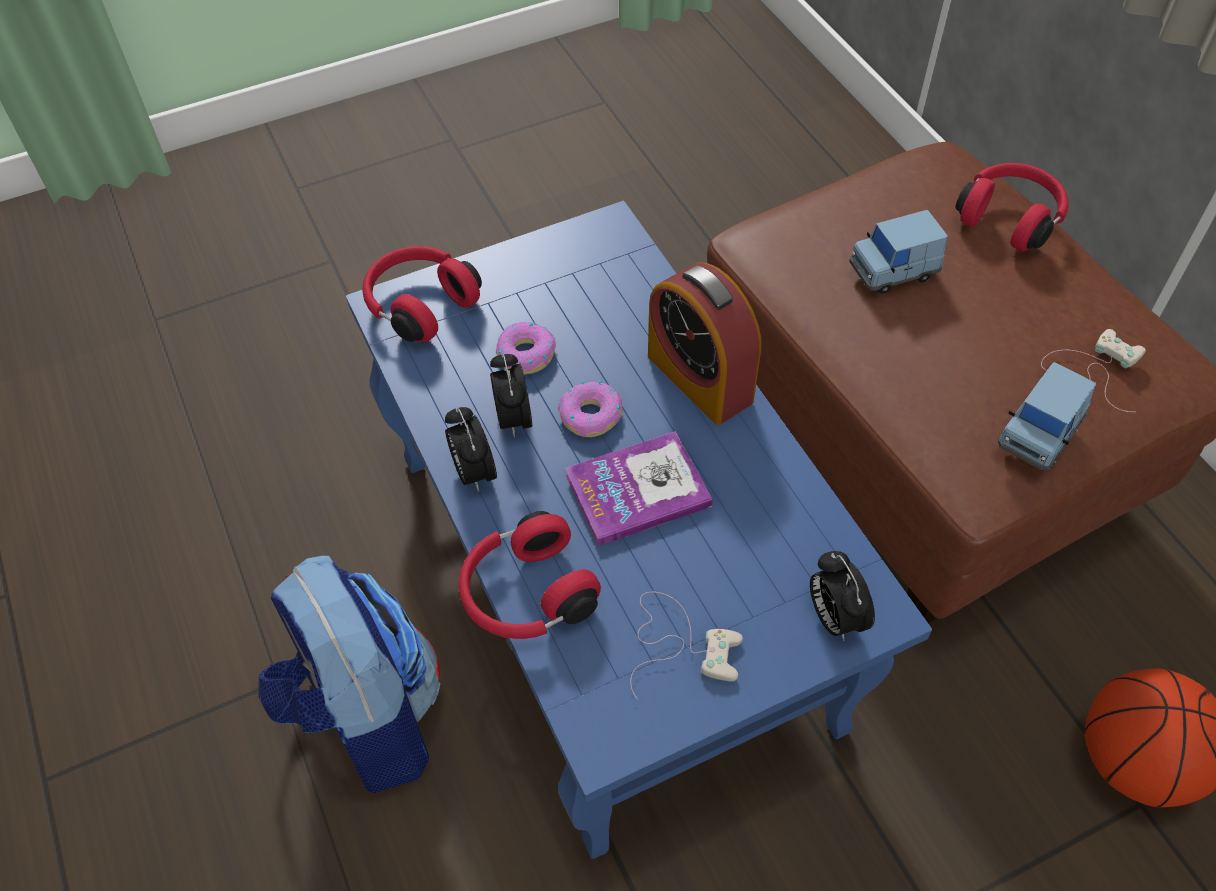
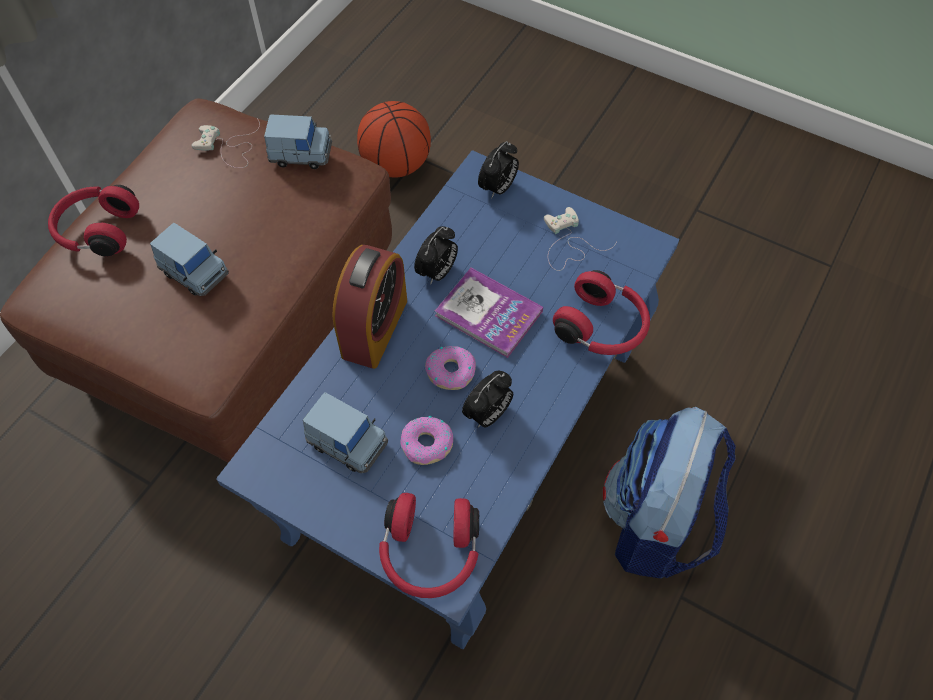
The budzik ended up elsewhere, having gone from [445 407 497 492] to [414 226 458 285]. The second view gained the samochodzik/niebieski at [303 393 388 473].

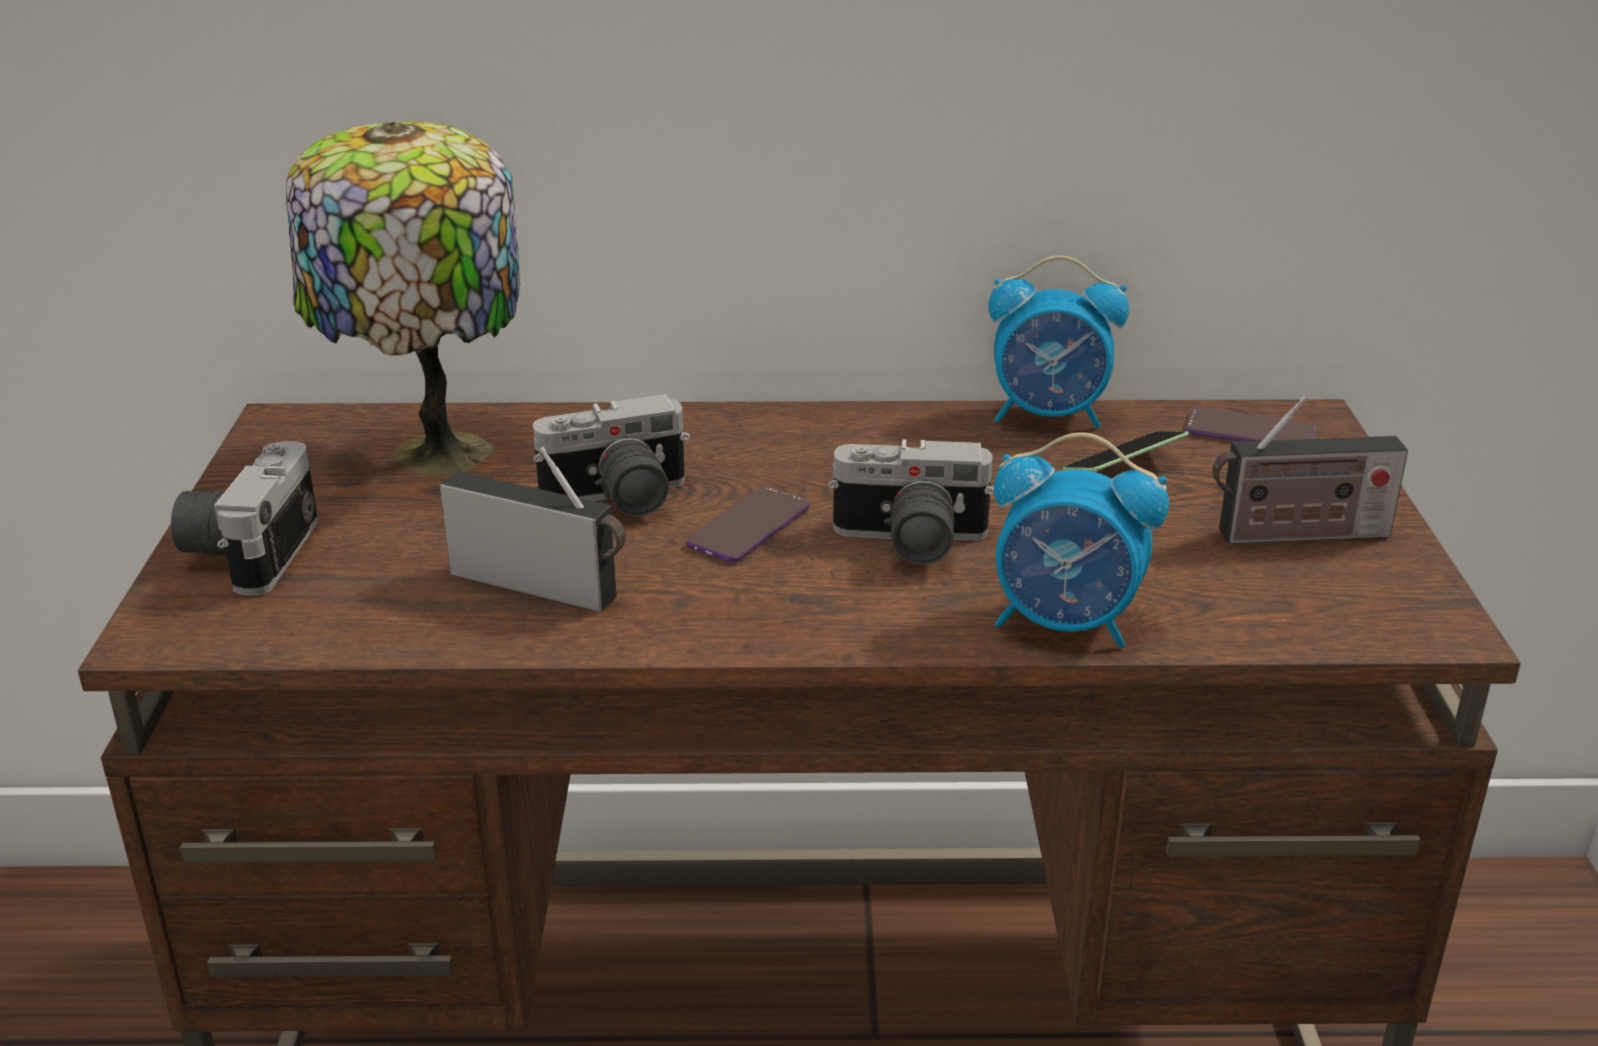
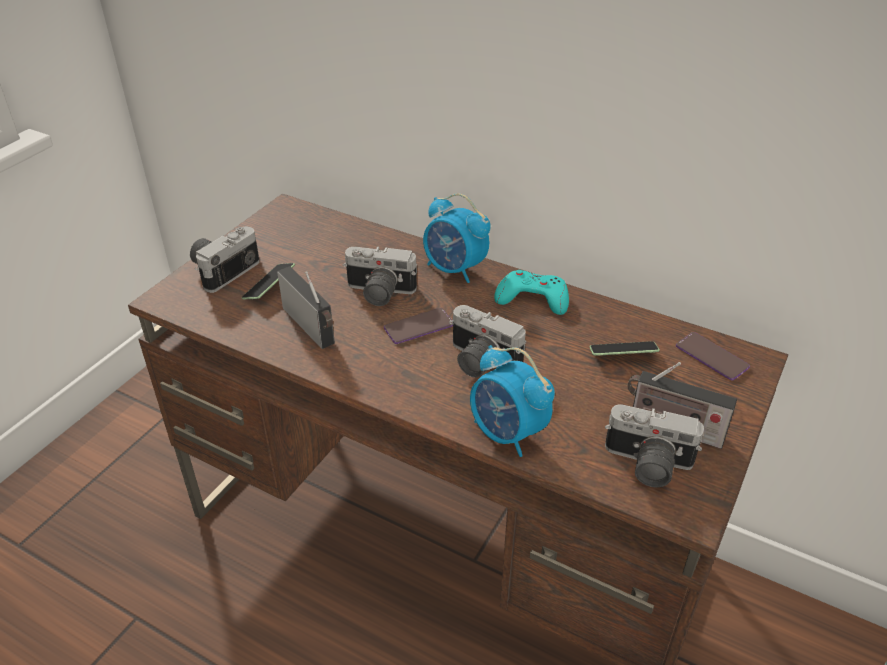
The second view lost the lampa stołowa at [286 121 520 477]. The budzik ended up elsewhere, having gone from [988 255 1129 428] to [423 193 491 283]. The second view gained the telefon at [242 263 295 299]. The second view gained the pad do gier/turkusowy at [494 270 569 315]. The second view gained the aparat fotograficzny at [605 405 704 487].

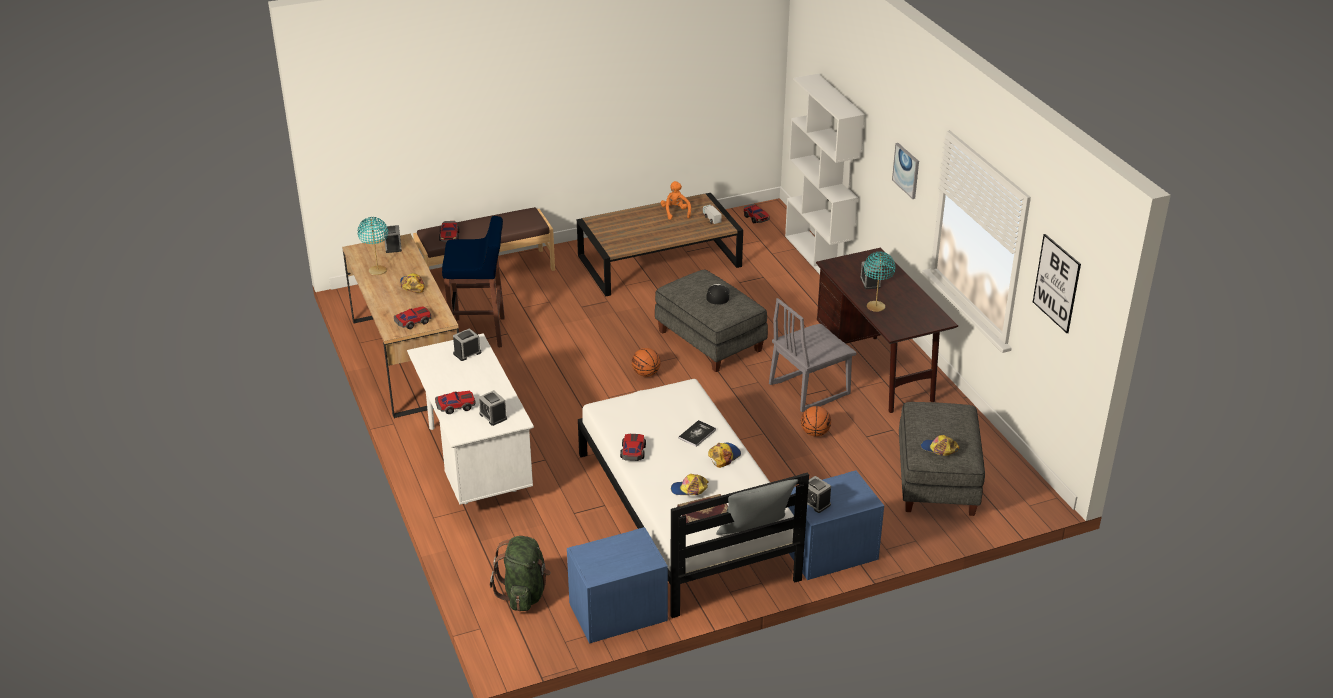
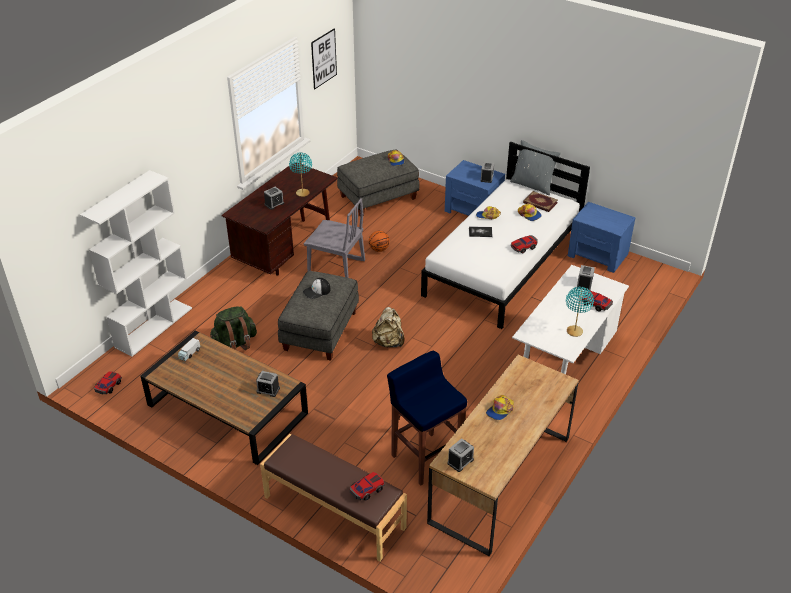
The lampa stołowa/turkusowy ended up elsewhere, having gone from [357 217 388 275] to [566 287 594 337]. The second view lost the samochodzik at [394 306 431 329]. The budzik ended up elsewhere, having gone from [453 328 481 361] to [256 371 280 397]. The plecak/zielony ended up elsewhere, having gone from [490 536 551 611] to [210 306 257 350]. Where the piłka do koszykówki stood at [632 348 661 377], the plecak/beżowy came to stand at [372 307 404 347]. The second view lost the pluszak/pomarańczowy at [661 181 691 220]. The second view lost the obraz at [892 143 919 199].

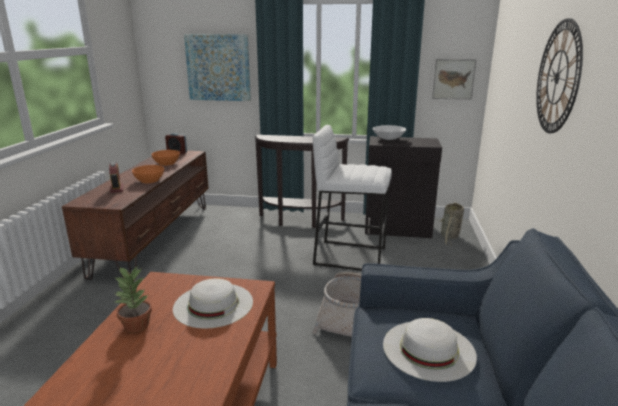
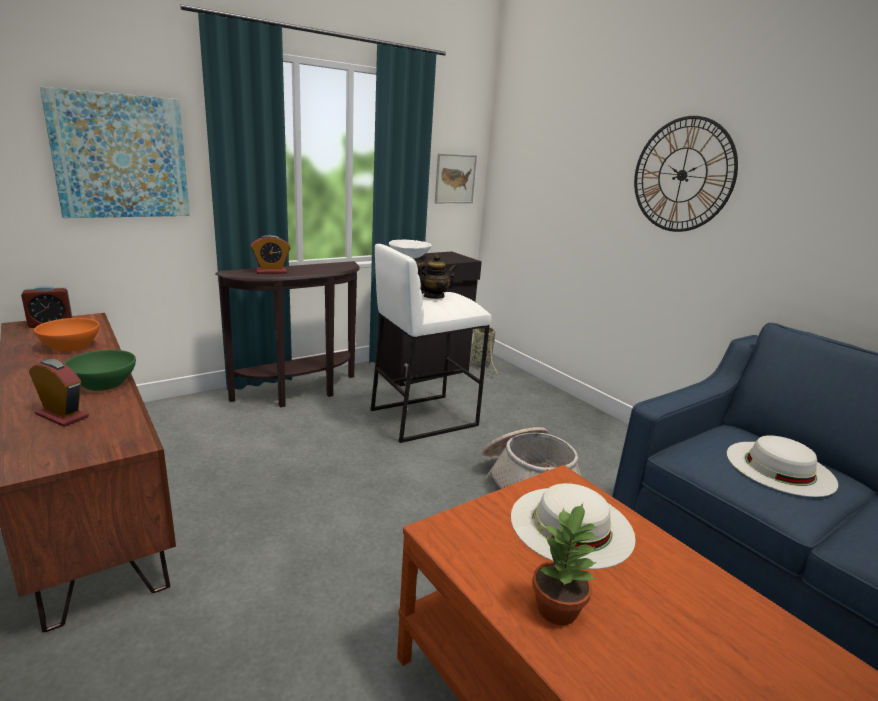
What was the miska/pomarańczowy at [132 165 164 183] turned into the miska/zielony at [64 350 136 391]. The second view gained the budzik at [251 235 290 274]. The second view gained the imbryk at [417 254 457 299].

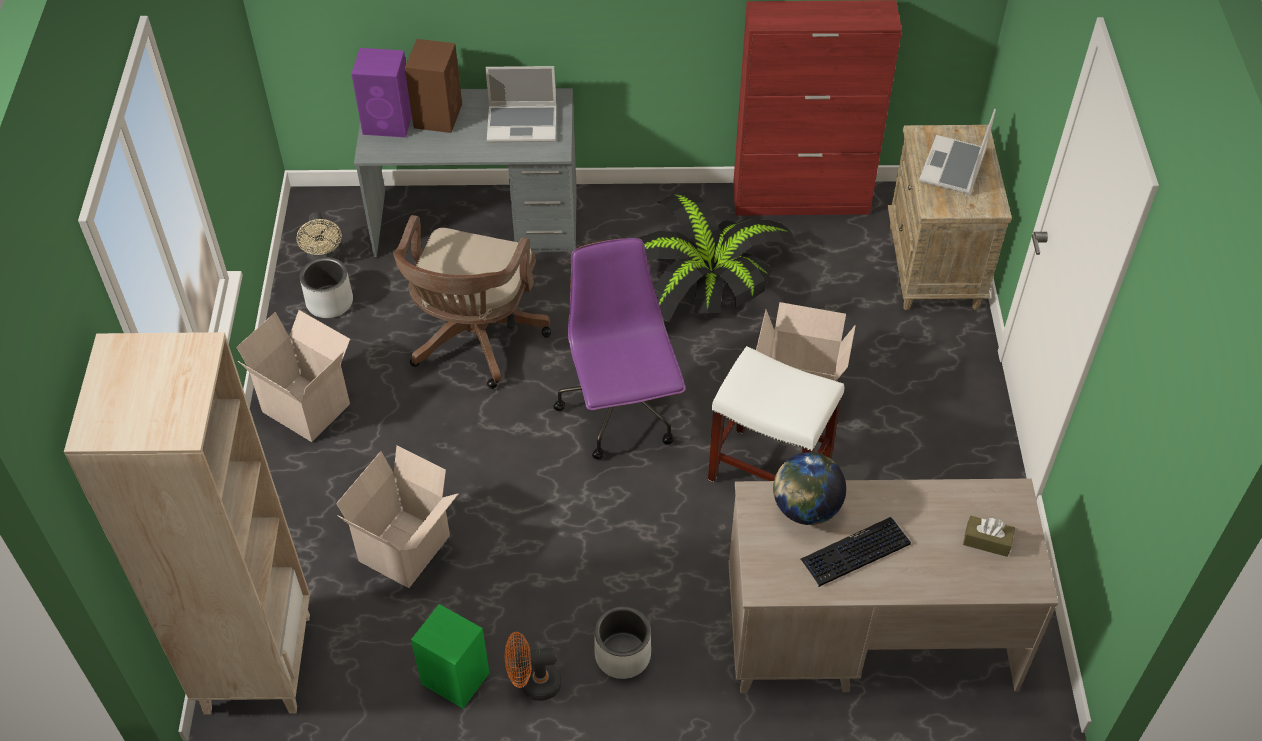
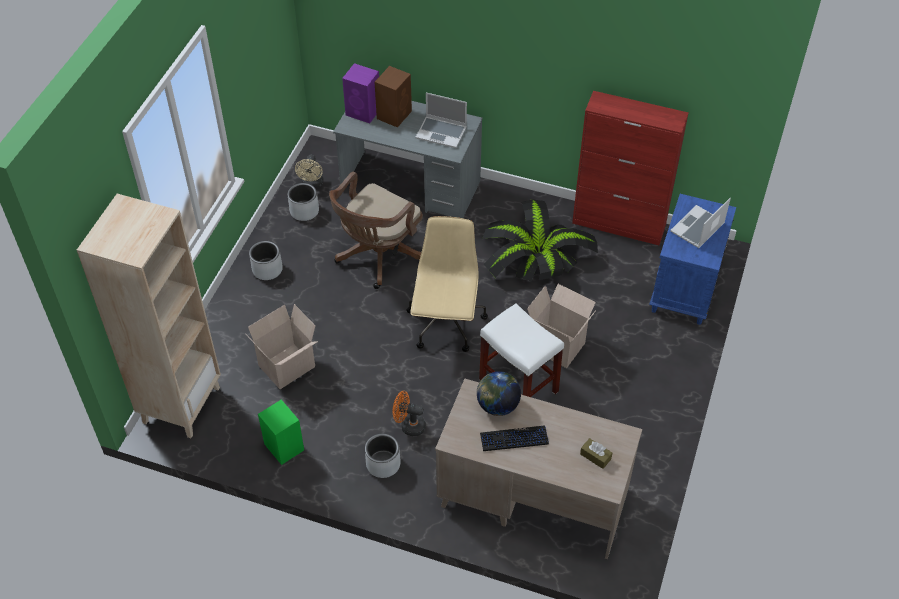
Where the karton stood at [237 310 350 442], the donica/szary came to stand at [249 241 283 280]. The wentylator/pomarańczowy ended up elsewhere, having gone from [505 632 562 701] to [393 391 426 436]. What was the krzesło biurowe/fioletowy at [553 238 686 460] turned into the krzesło biurowe/beżowy at [406 216 488 352]. What was the szafka nocna/beżowy at [888 125 1012 310] turned into the szafka nocna/niebieski at [649 194 736 325].

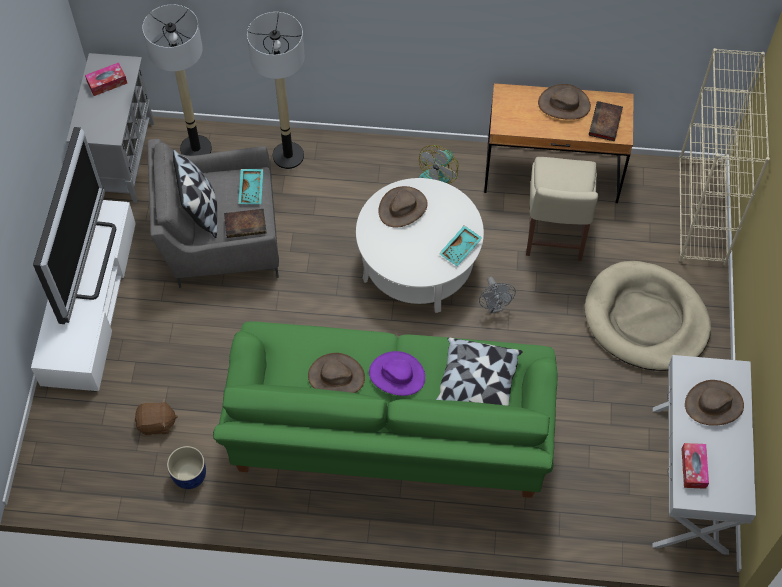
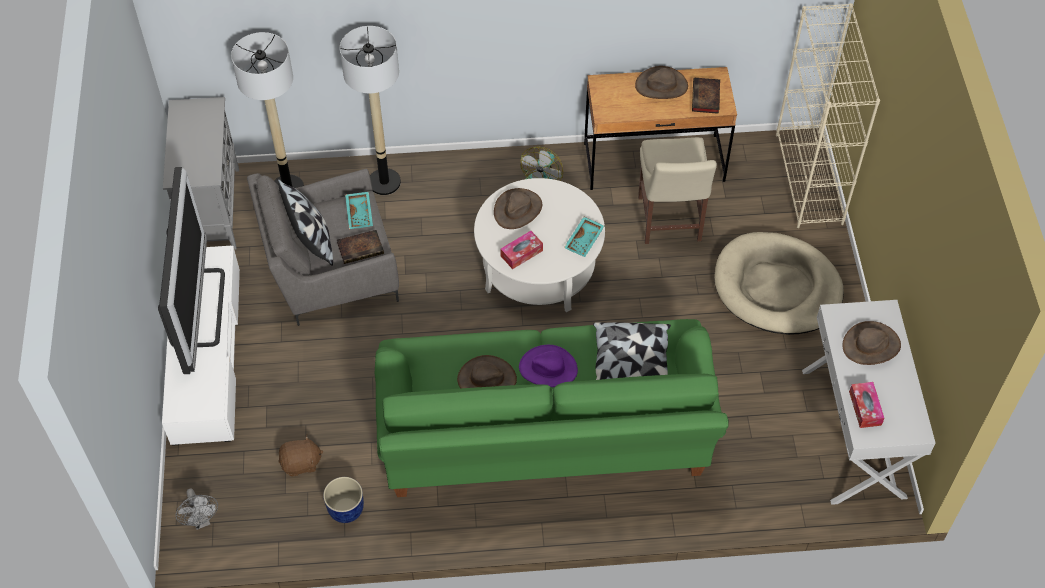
The pudełko chusteczek ended up elsewhere, having gone from [85 62 127 96] to [500 231 543 269]. The wentylator/szary ended up elsewhere, having gone from [479 277 516 314] to [175 488 218 530].

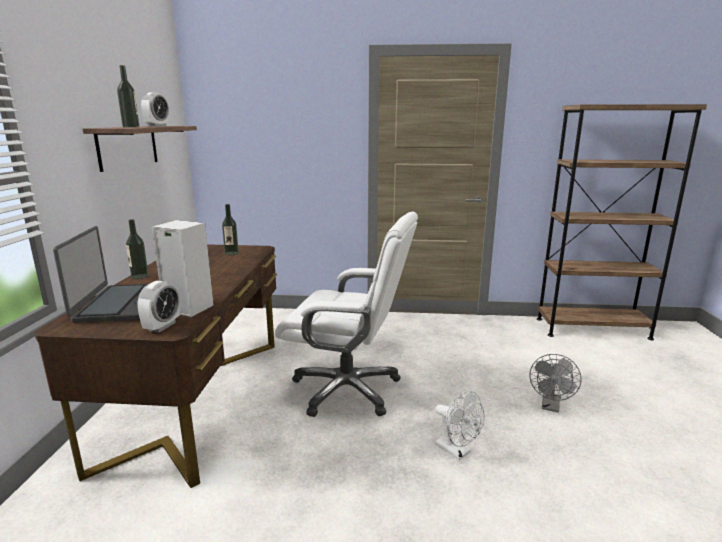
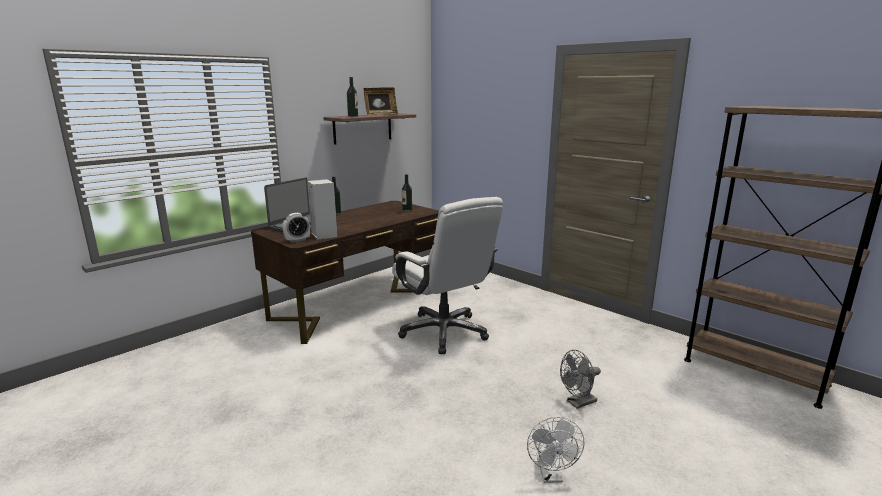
Where the budzik stood at [141 92 169 127], the ramka na zdjęcie came to stand at [364 87 398 115]. The wentylator/biały ended up elsewhere, having gone from [435 391 484 460] to [527 417 585 483].

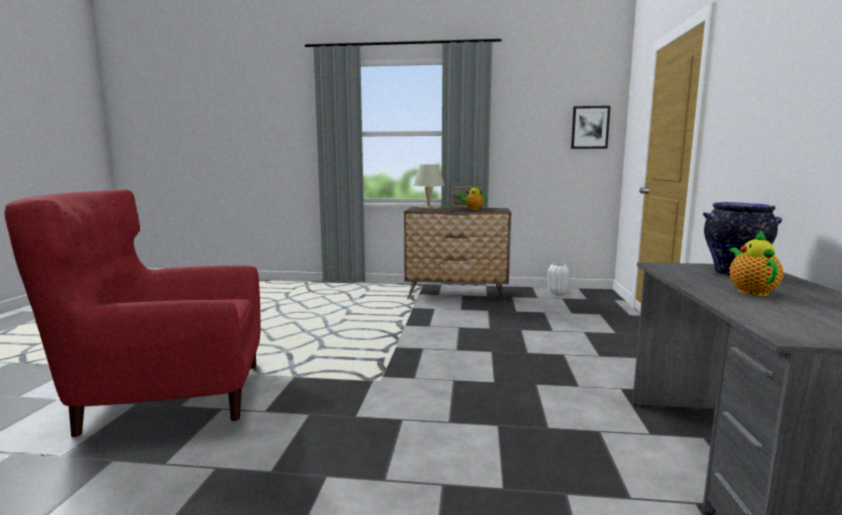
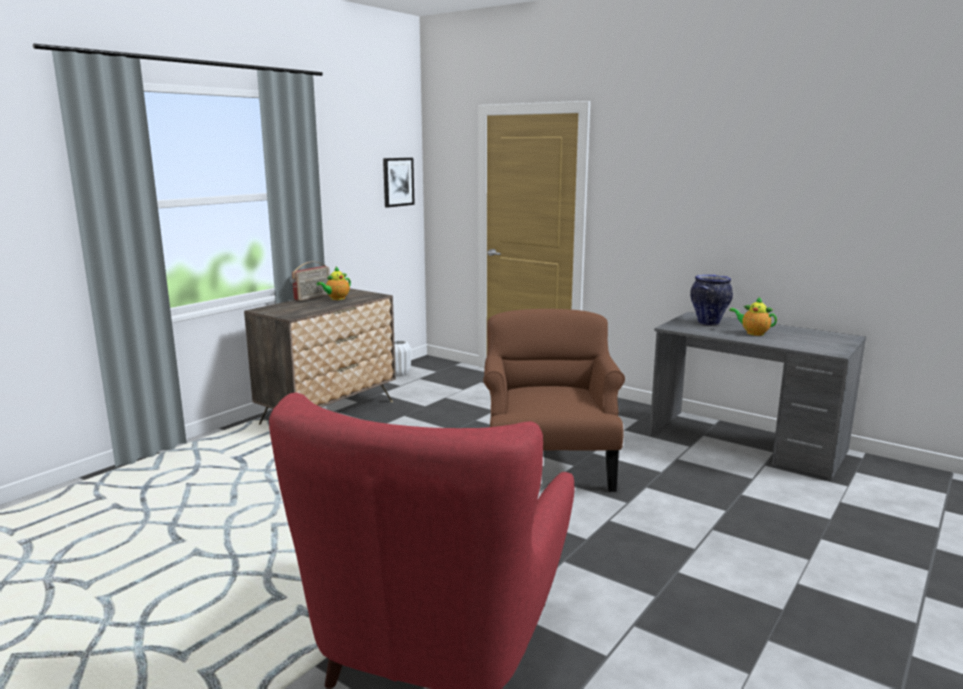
The second view lost the lampa stołowa/beżowy at [413 164 445 209]. The second view gained the fotel/brązowy at [483 309 625 492].

